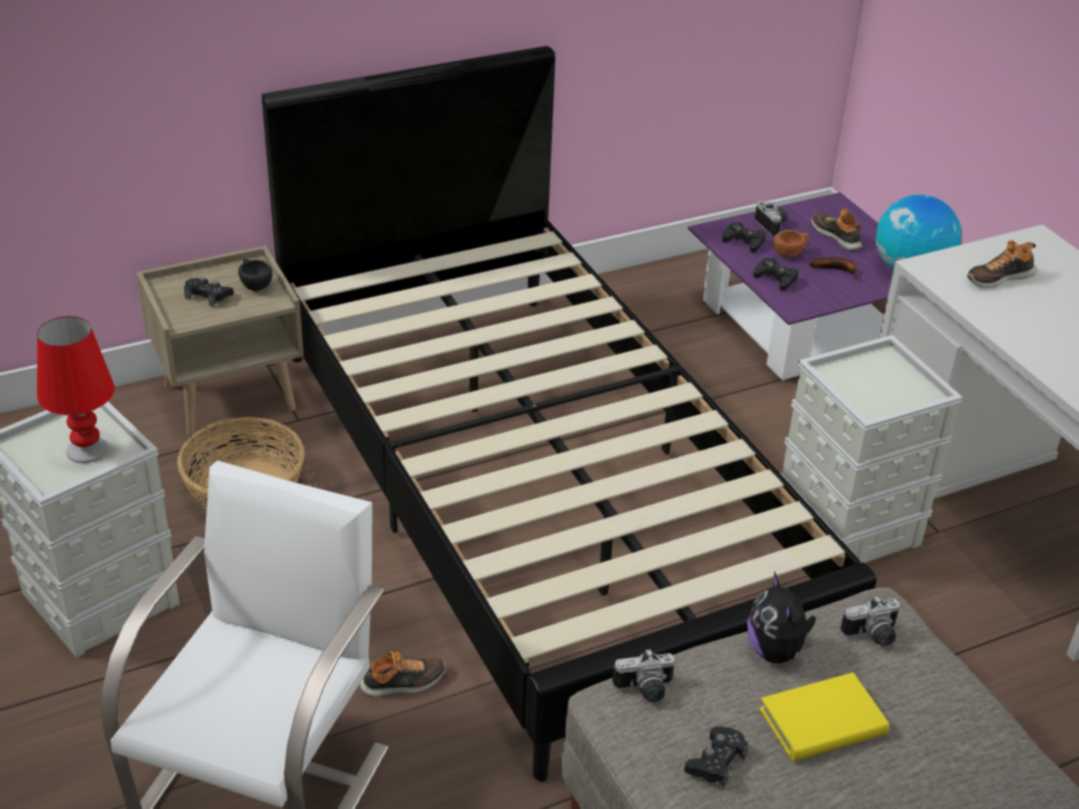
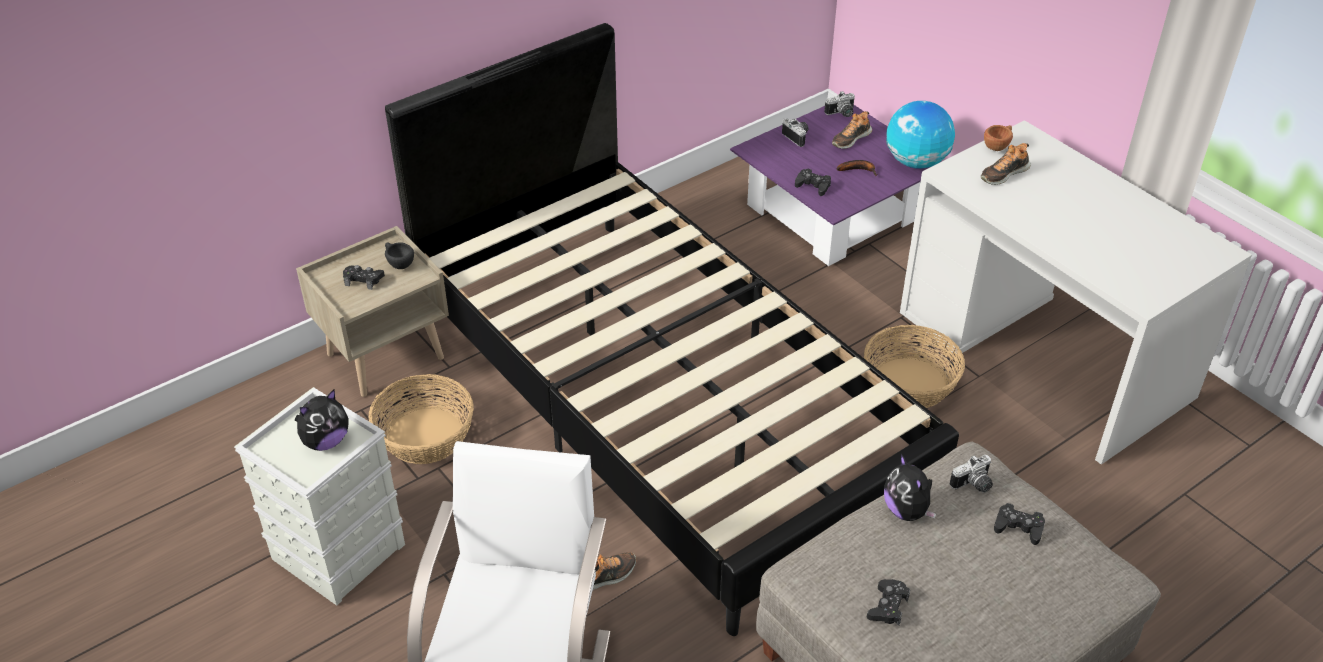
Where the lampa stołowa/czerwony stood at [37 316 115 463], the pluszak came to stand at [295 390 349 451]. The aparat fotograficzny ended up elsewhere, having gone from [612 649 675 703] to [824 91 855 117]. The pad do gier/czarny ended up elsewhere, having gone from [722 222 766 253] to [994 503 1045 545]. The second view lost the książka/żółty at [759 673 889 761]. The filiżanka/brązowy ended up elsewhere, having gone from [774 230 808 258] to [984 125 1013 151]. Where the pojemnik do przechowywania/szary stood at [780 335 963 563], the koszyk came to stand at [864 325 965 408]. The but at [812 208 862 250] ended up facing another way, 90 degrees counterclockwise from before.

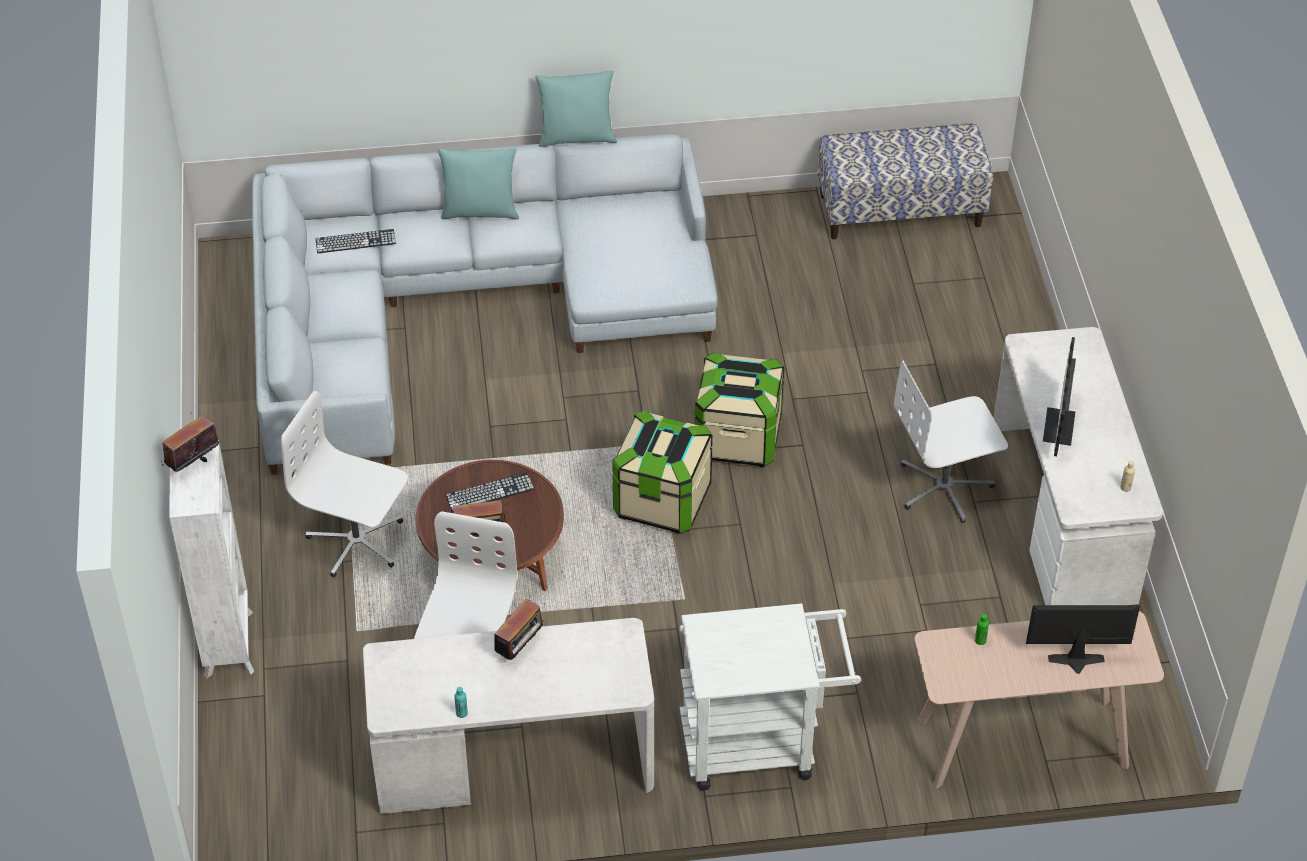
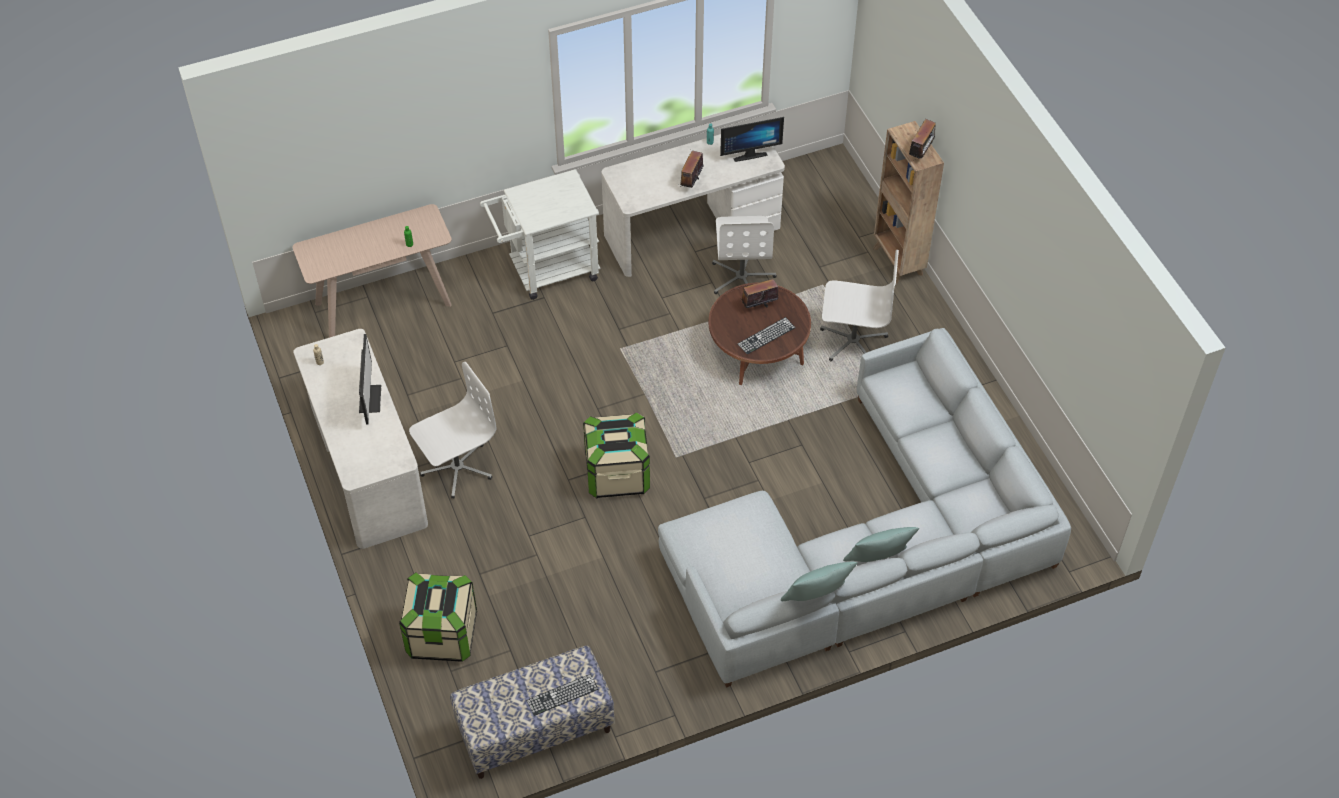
What was the regał/biały at [169 439 254 679] turned into the regał/brązowy at [873 121 944 284]. The klawiatura ended up elsewhere, having gone from [316 229 396 253] to [526 674 599 716]. The pojemnik do przechowywania ended up elsewhere, having gone from [612 410 713 534] to [399 573 477 662]. The monitor ended up elsewhere, having gone from [1026 605 1140 674] to [720 117 784 162].

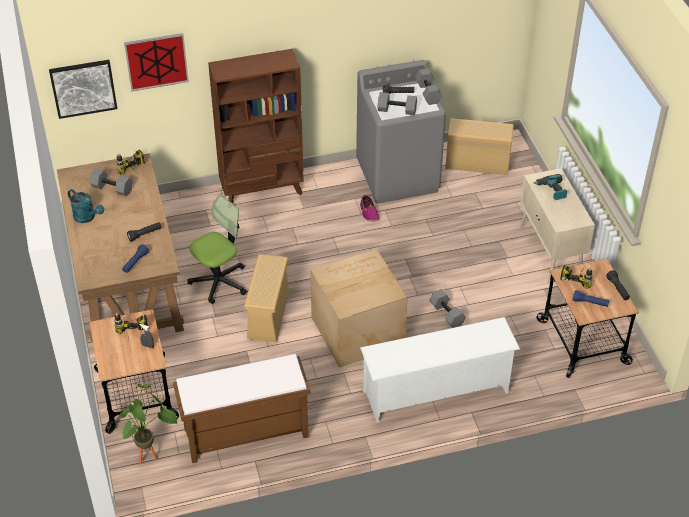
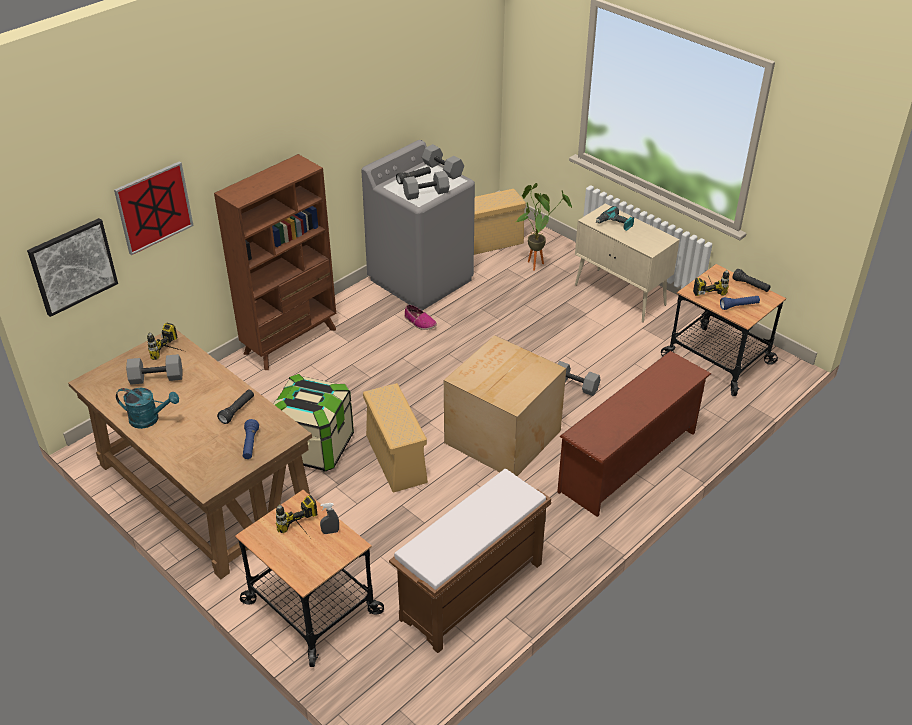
The roślina doniczkowa ended up elsewhere, having gone from [120 384 177 464] to [516 183 572 271]. Where the krzesło biurowe stood at [187 195 247 304], the pojemnik do przechowywania came to stand at [273 374 354 472]. What was the regał na buty/biały at [360 317 520 422] turned into the regał na buty/brązowy at [557 351 711 517].

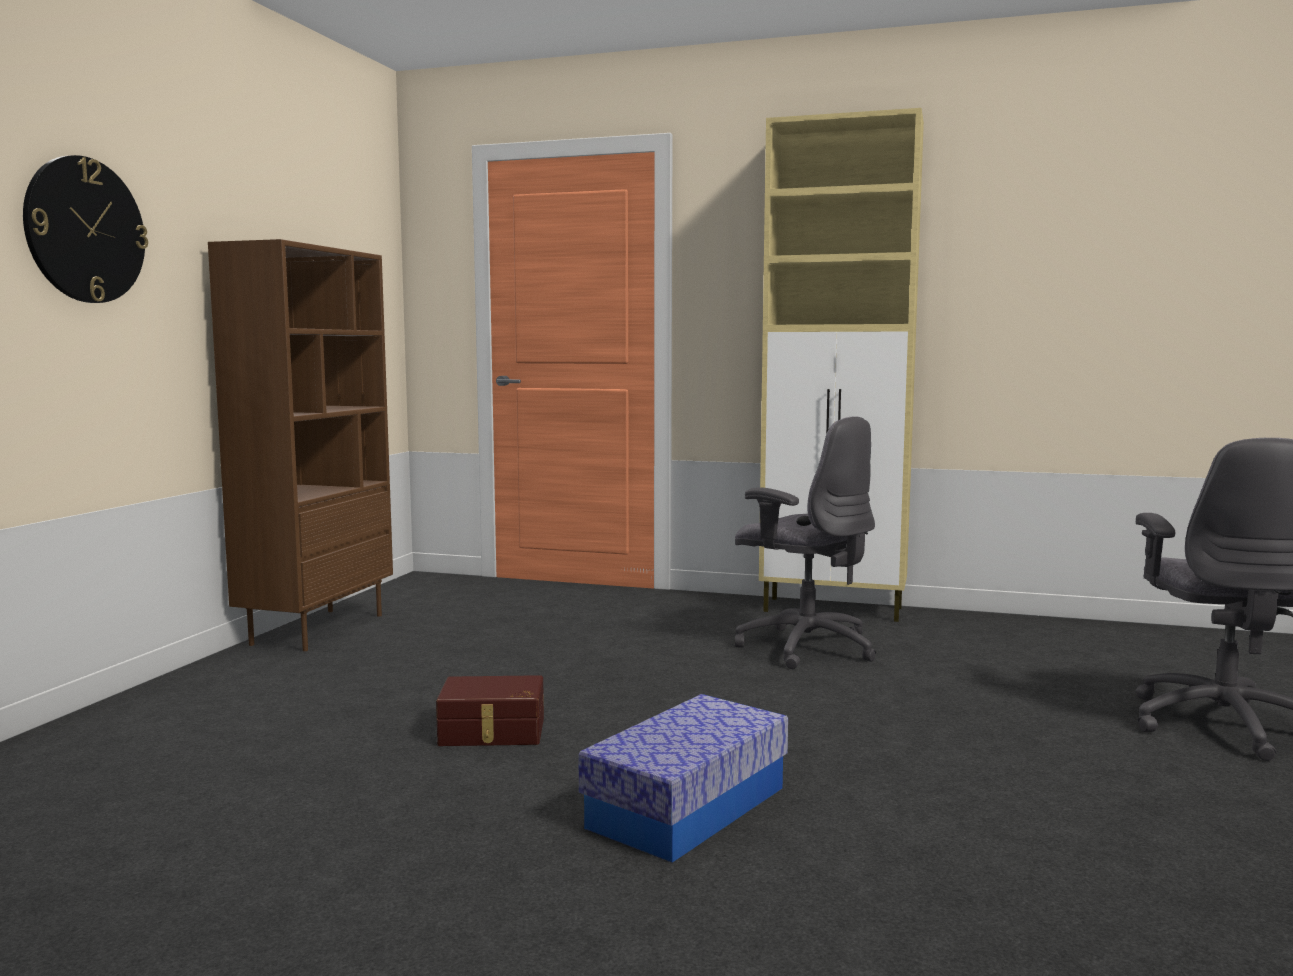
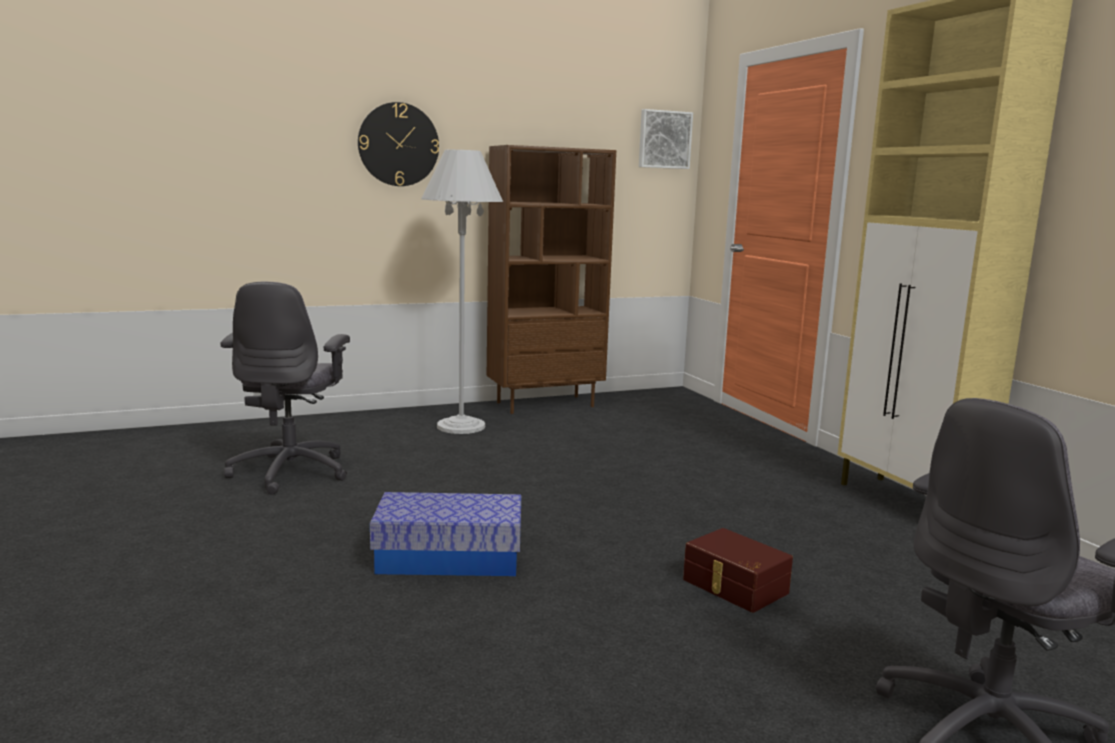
The pojemnik do przechowywania/brązowy ended up elsewhere, having gone from [436 675 544 746] to [683 528 793 613]. The krzesło biurowe/szary ended up elsewhere, having gone from [735 416 876 669] to [220 282 350 495]. The second view gained the lampa stojąca/biały at [421 150 503 434]. The second view gained the obraz at [639 109 693 169].

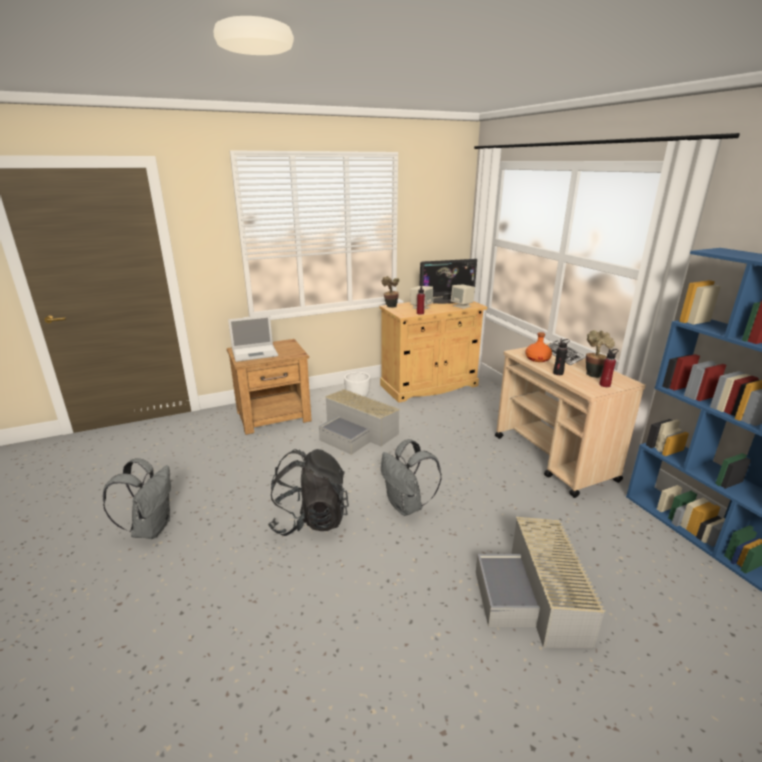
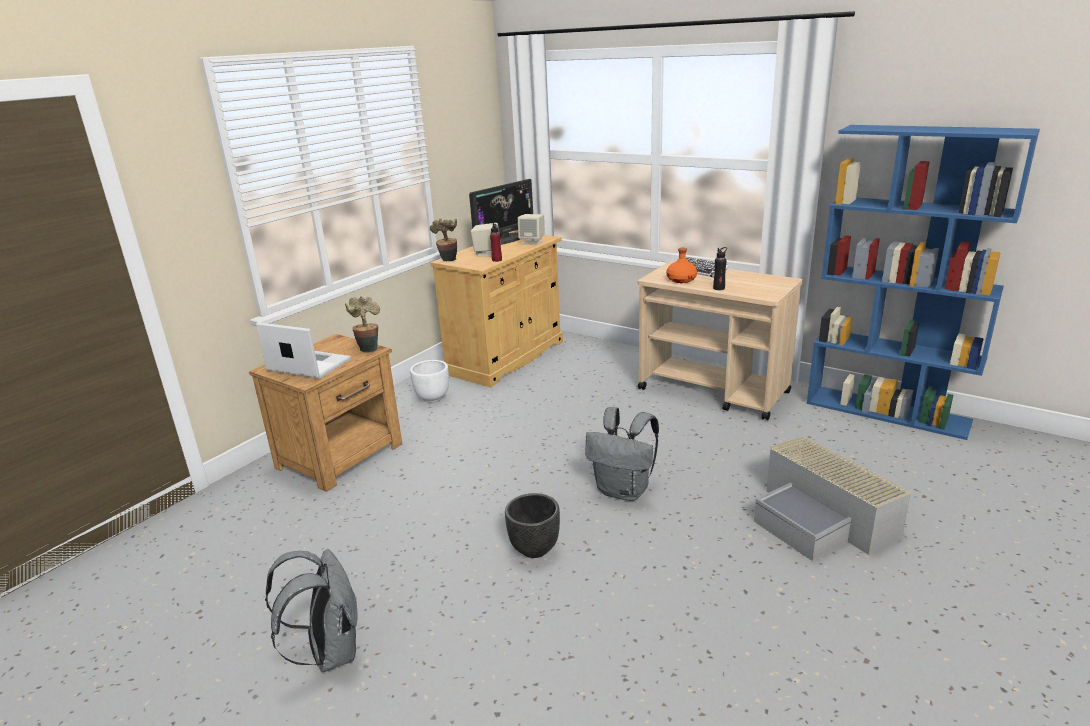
The laptop at [228 315 278 362] ended up facing another way, 105 degrees counterclockwise from before. Where the plecak/czarny stood at [268 449 349 536], the donica/czarny came to stand at [505 493 560 558]. The second view lost the pojemnik do przechowywania/szary at [319 389 400 455]. The roślina doniczkowa ended up elsewhere, having gone from [586 330 615 378] to [345 296 380 353]. The second view lost the butelka/czerwony at [599 349 619 387].

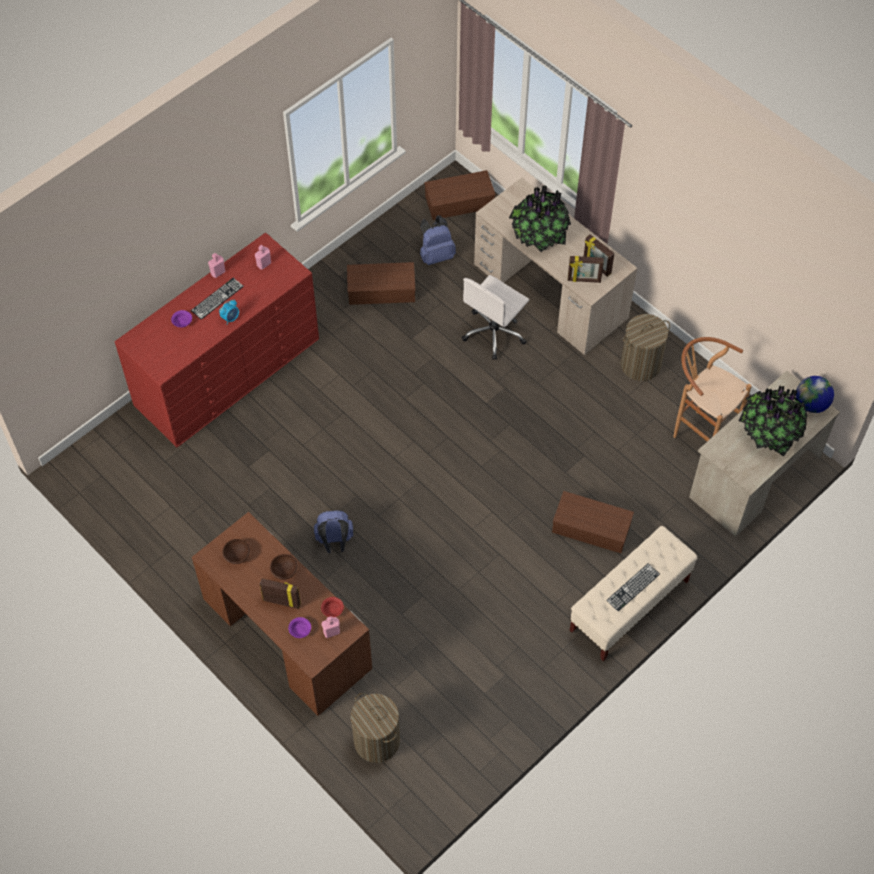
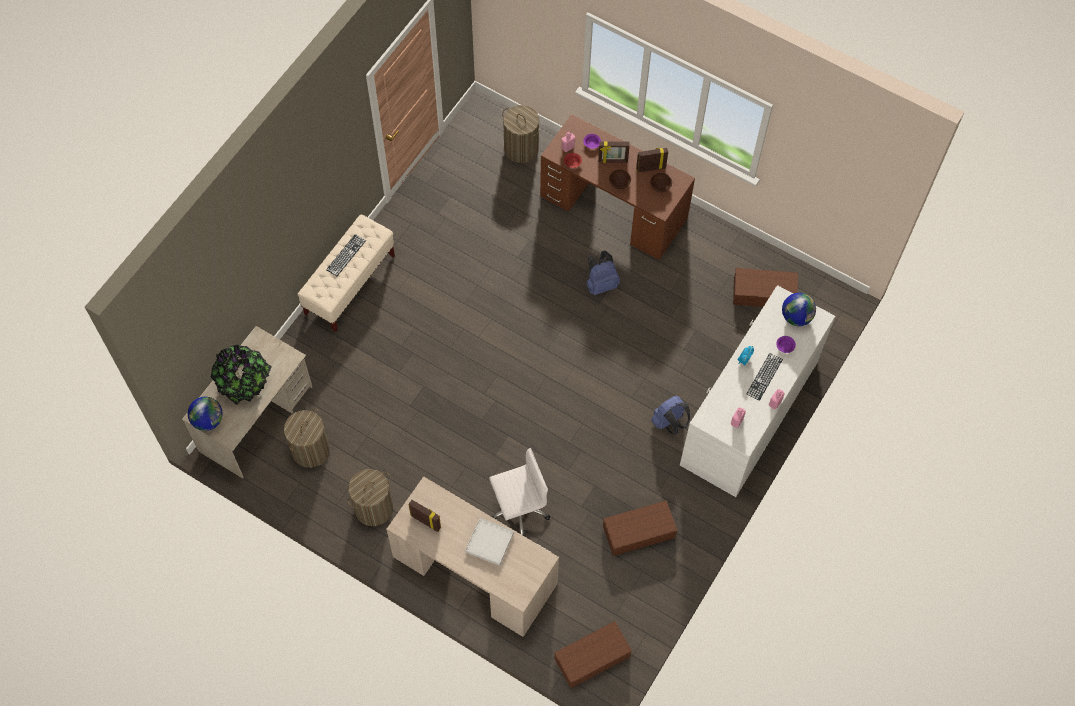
What was the komoda/czerwony at [115 233 319 447] turned into the komoda/biały at [680 285 835 497]. The plecak/niebieski ended up elsewhere, having gone from [420 215 456 265] to [651 396 690 434]. The krzesło biurowe/biały at [461 275 529 360] ended up facing another way, 45 degrees clockwise from before. Where the roślina doniczkowa stood at [509 185 571 252], the taca/biały came to stand at [465 518 514 566]. The pojemnik do przechowywania/brązowy ended up elsewhere, having gone from [552 491 634 553] to [733 268 798 307]. The ramka na zdjęcie ended up elsewhere, having gone from [568 256 604 283] to [636 148 668 173]. Where the stołek/brązowy stood at [673 337 752 441], the kosz na pranie came to stand at [284 409 330 468]. The second view gained the globus at [782 293 816 326].

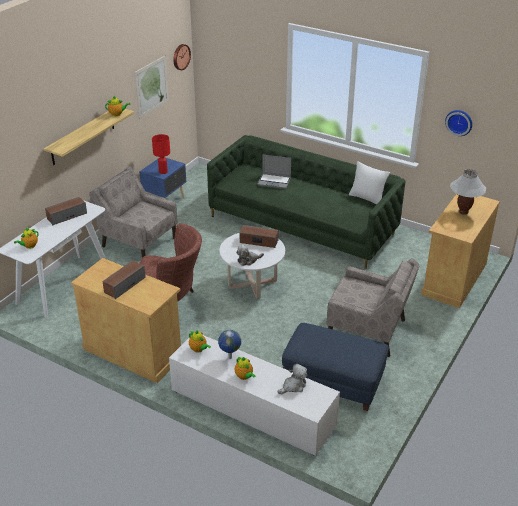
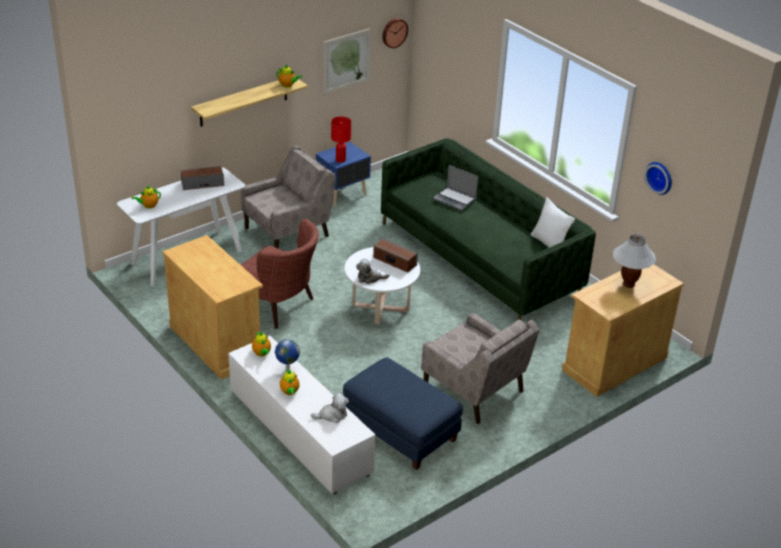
The fotel/beżowy at [89 166 178 258] ended up facing another way, 90 degrees clockwise from before. The second view lost the głośnik at [103 260 146 299].

